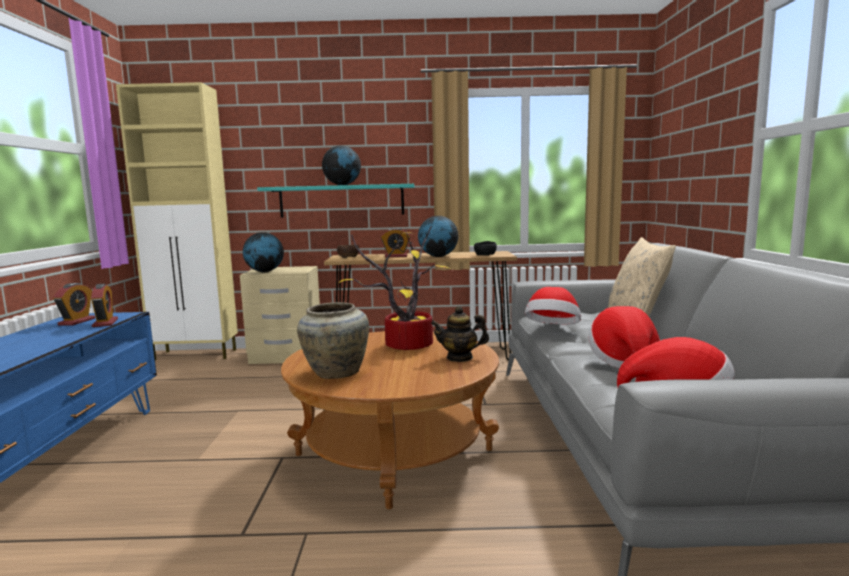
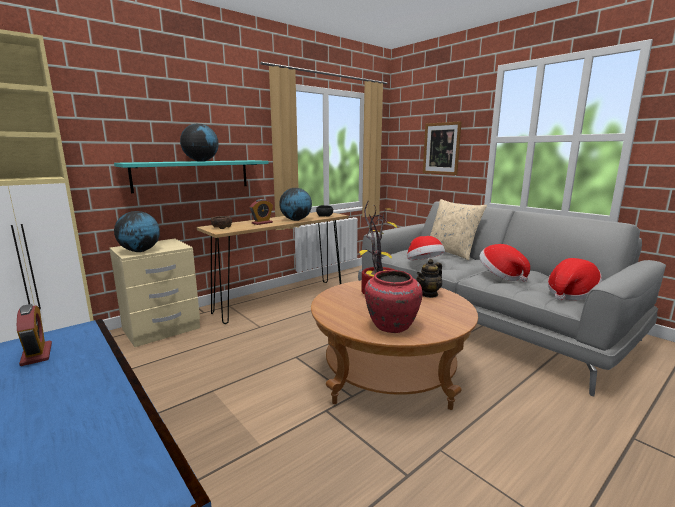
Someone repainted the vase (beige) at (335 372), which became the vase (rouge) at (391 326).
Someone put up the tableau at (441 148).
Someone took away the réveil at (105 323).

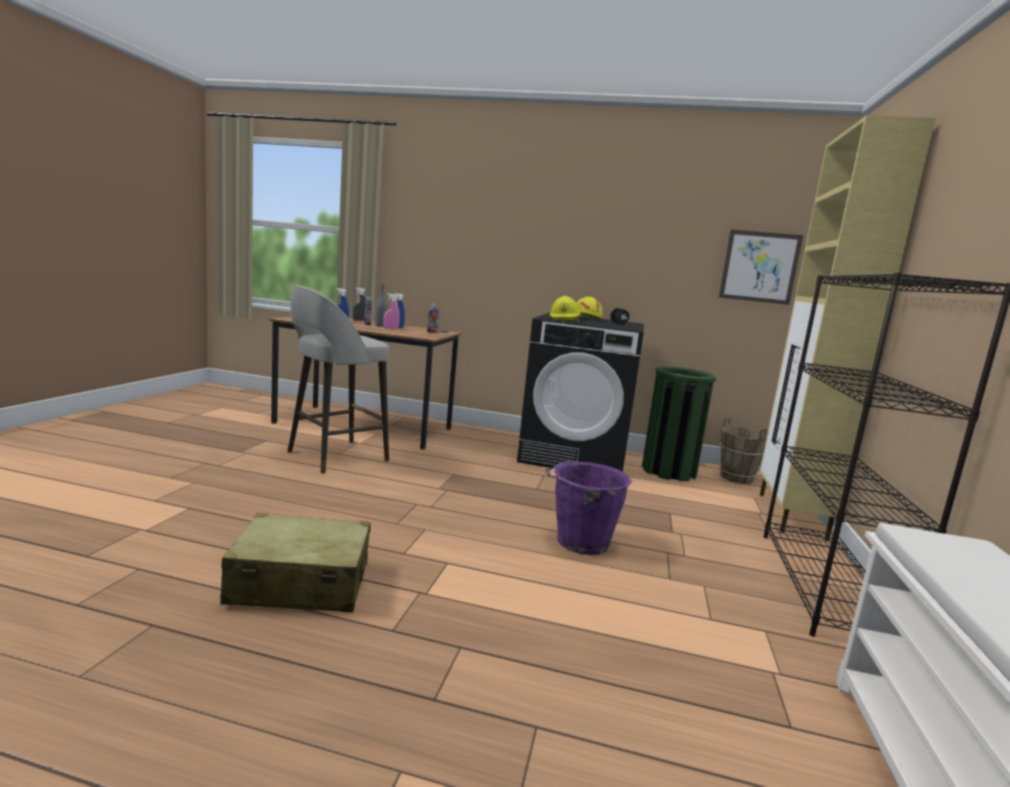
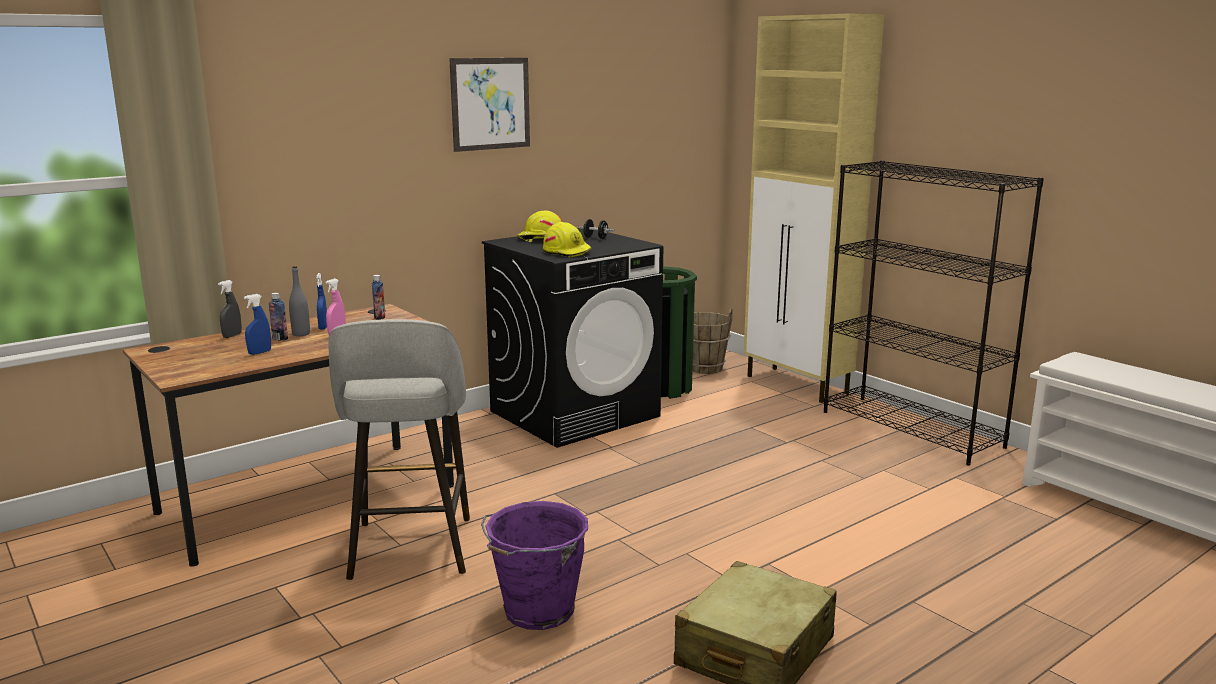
Someone carried the tableau from (759 267) to (490 104).
Someone carried the seau (violet) from (580 542) to (537 612).

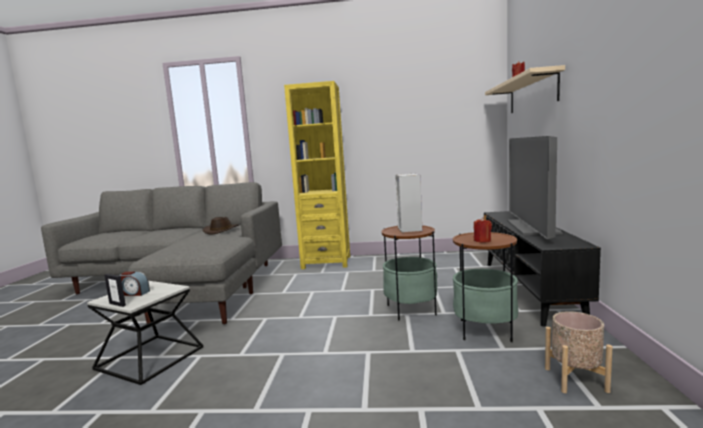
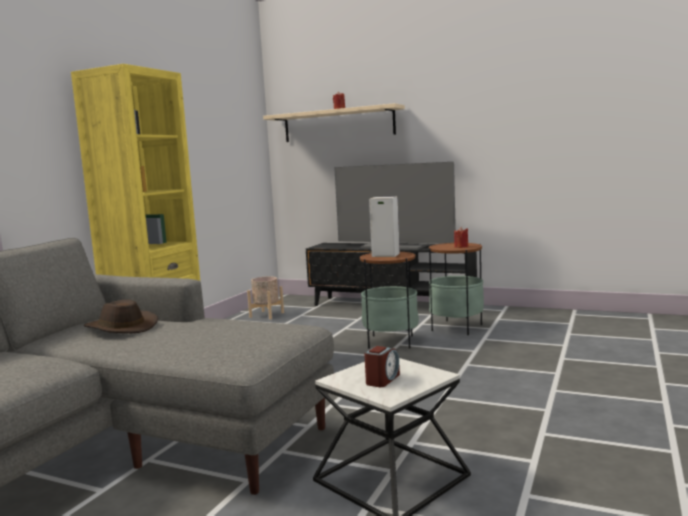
Someone carried the cache-pot (beige) from (575 379) to (266 315).
Someone took away the cadre photo at (117 304).

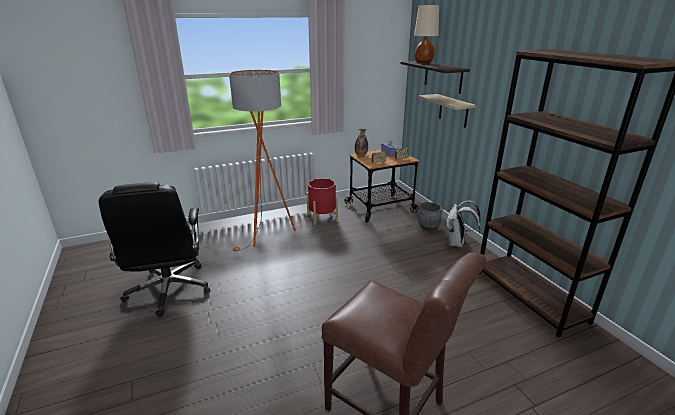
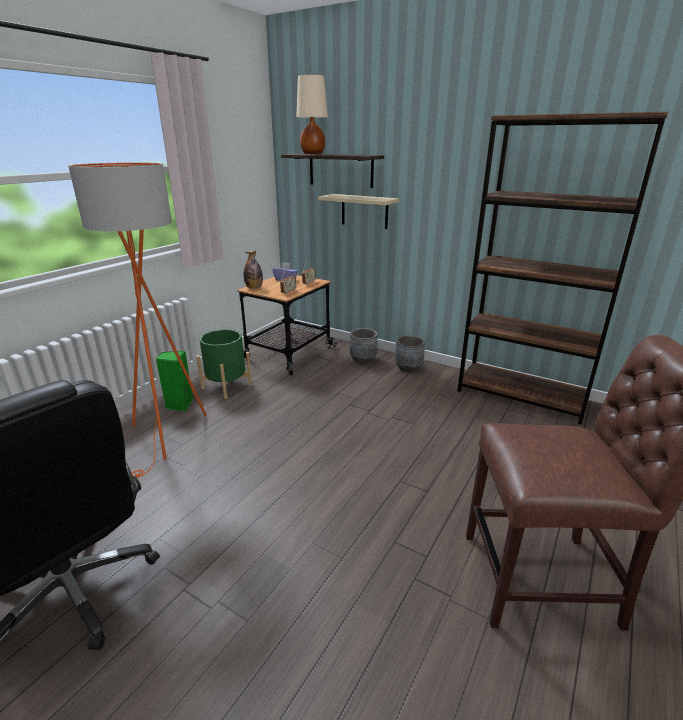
Someone put down the enceinte (vert) at (179 405).
Someone repainted the cache-pot (rouge) at (322 217), which became the cache-pot (vert) at (227 386).
Someone swapped the sac à dos (blanc) at (457 243) for the cache-pot (gris) at (408 367).

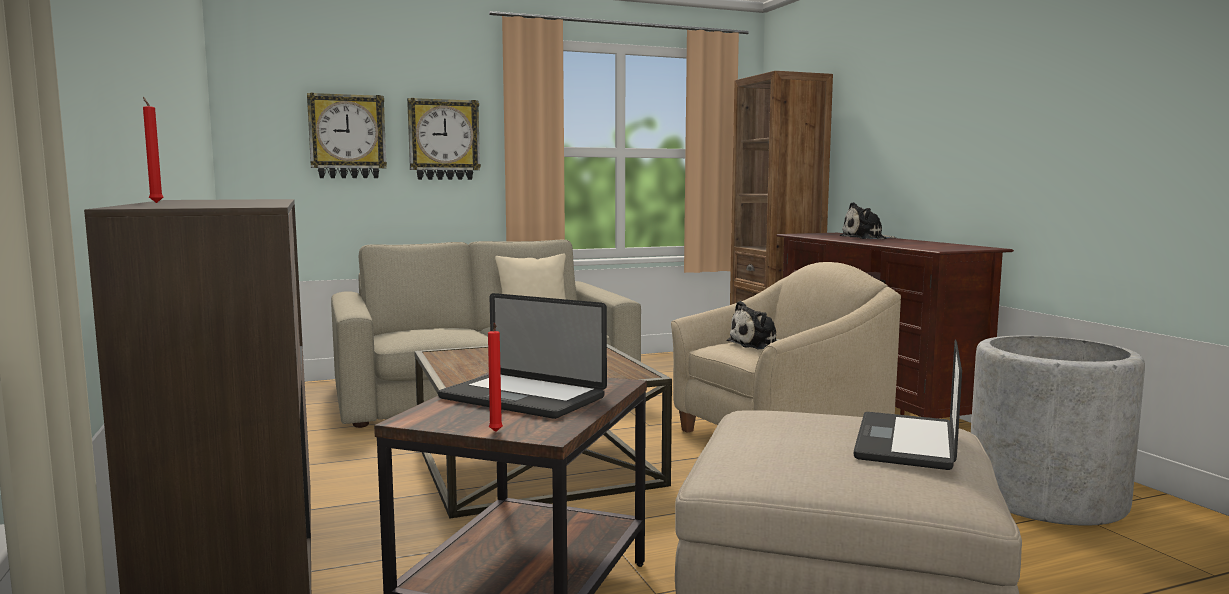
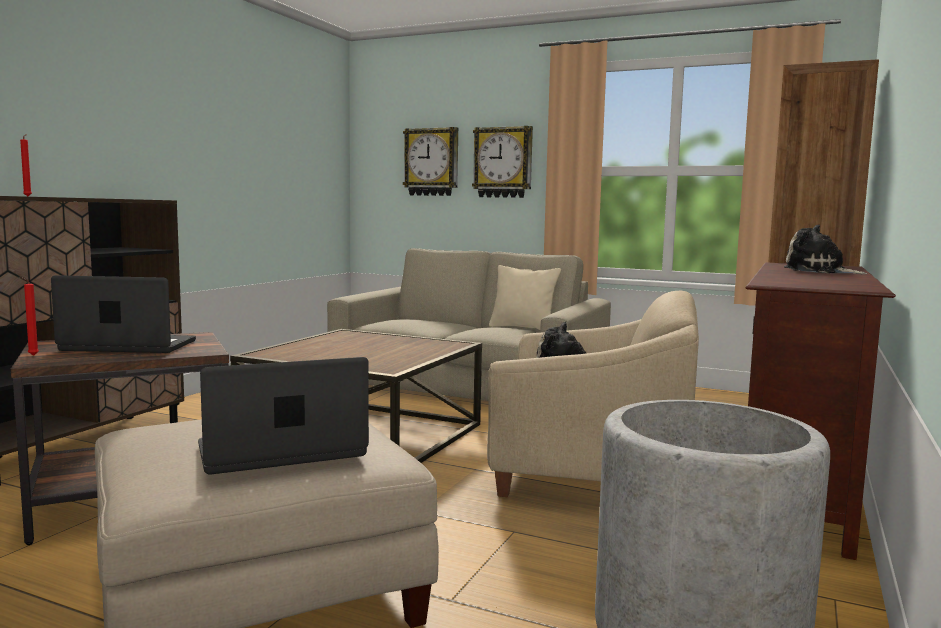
Someone rotated the ordinateur portable at (522 398) by 105 degrees clockwise.

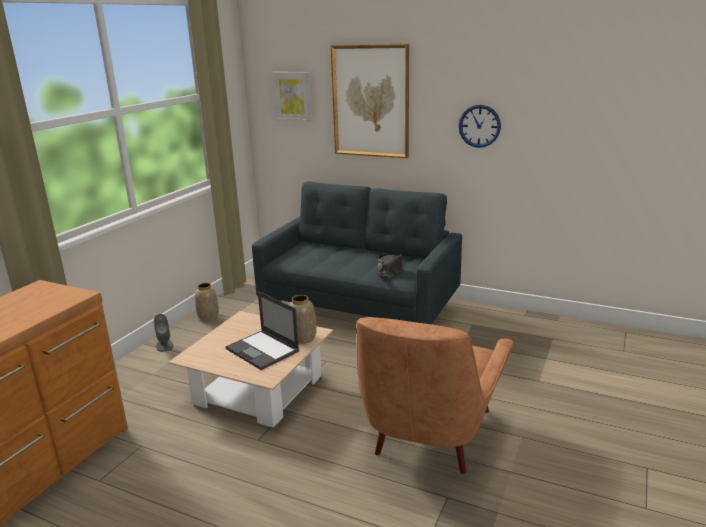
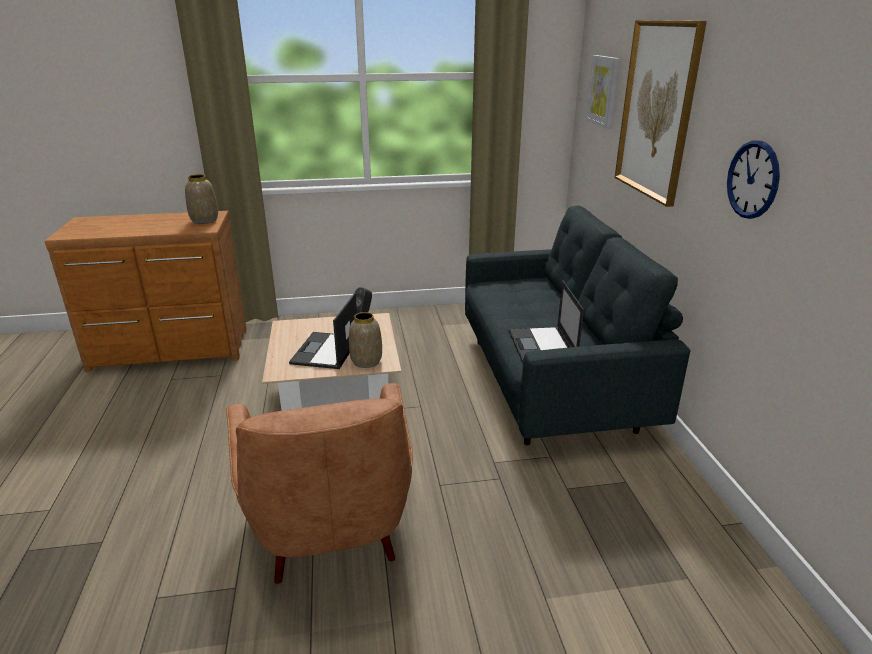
Someone carried the vase from (208 316) to (205 220).
Someone rotated the fauteuil (marron) at (428 439) by 90 degrees counterclockwise.
Someone swapped the chapeau (noir) at (390 270) for the ordinateur portable at (542 346).

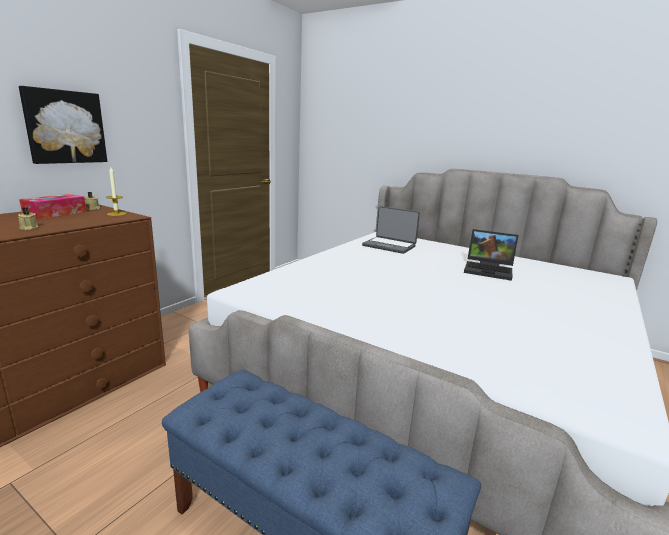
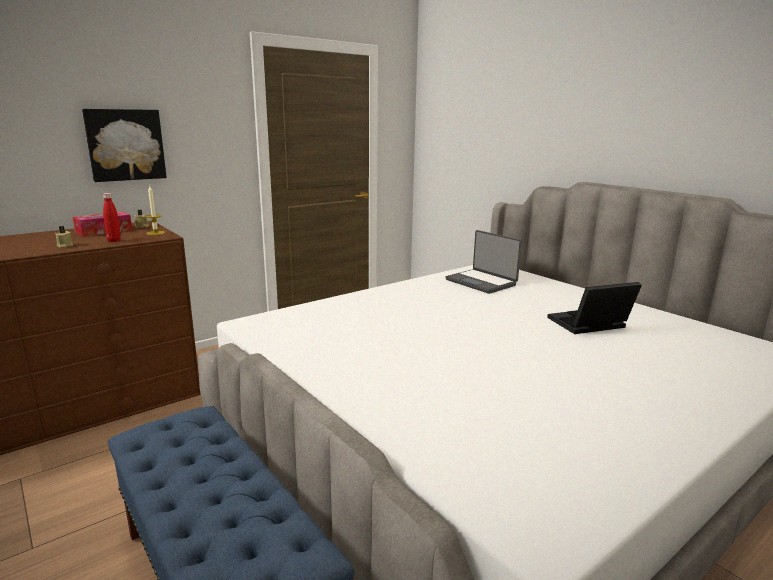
Someone put down the bouteille (rouge) at (114 241).
Someone rotated the ordinateur portable at (489 270) by 120 degrees clockwise.

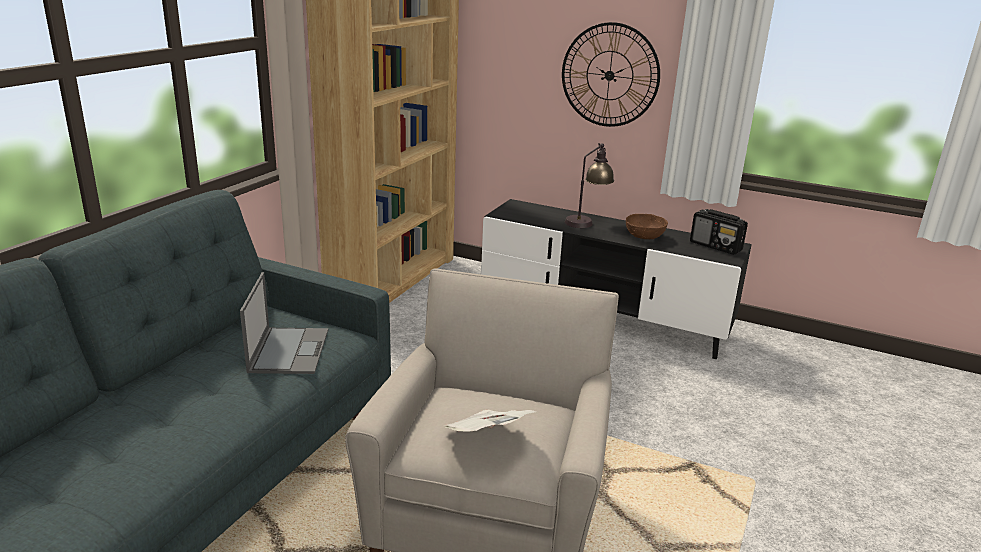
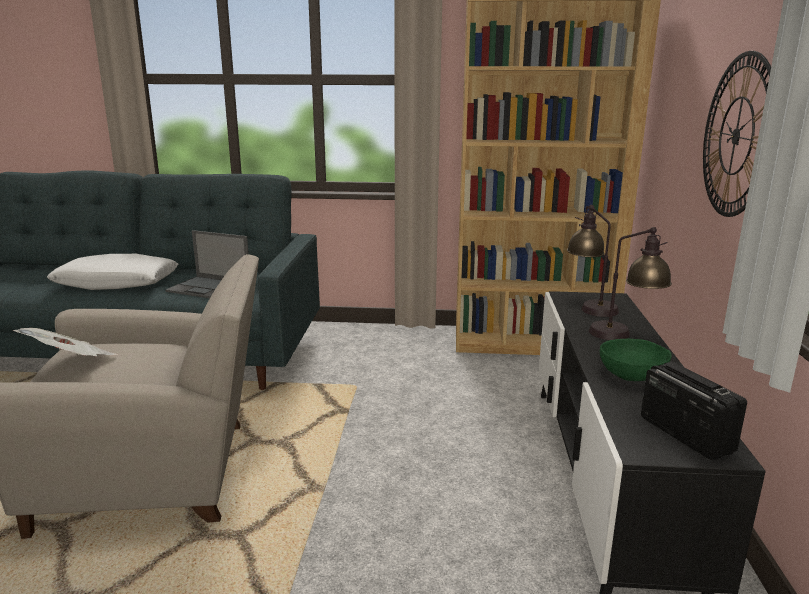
Someone put down the coussin (blanc) at (117 283).
Someone rotated the ordinateur portable at (289 350) by 45 degrees clockwise.
Someone put down the lampe de table at (589 306).
Someone repainted the bol (marron) at (644 236), which became the bol (vert) at (632 375).
Someone rotated the radio at (716 246) by 135 degrees clockwise.

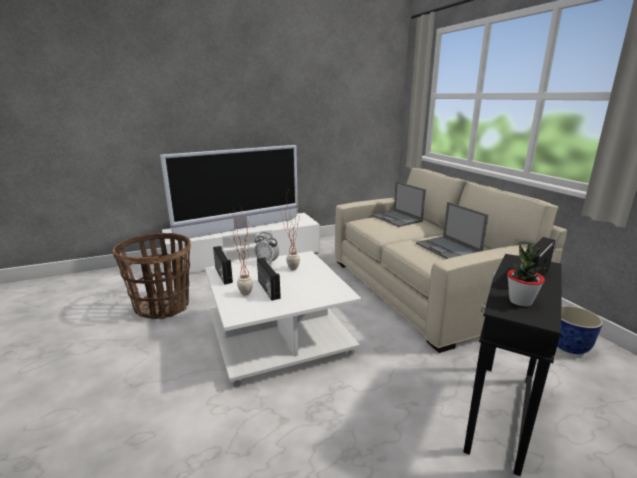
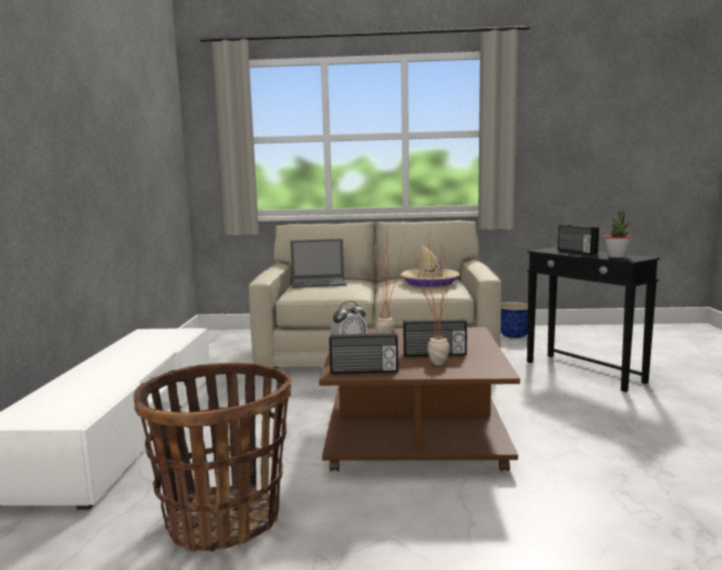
Someone repainted the table basse (blanc) at (281 337), which became the table basse (marron) at (416 432).
Someone swapped the ordinateur portable at (448 249) for the chapeau (beige) at (430 282).
Someone took away the téléviseur at (240 229).

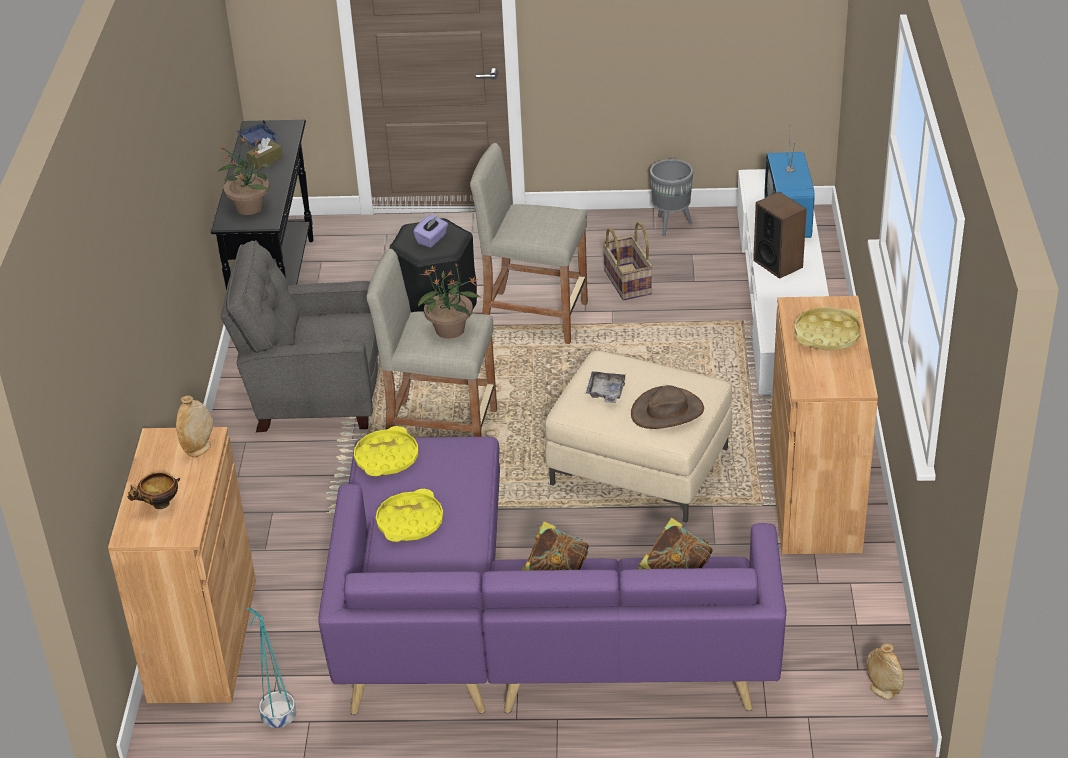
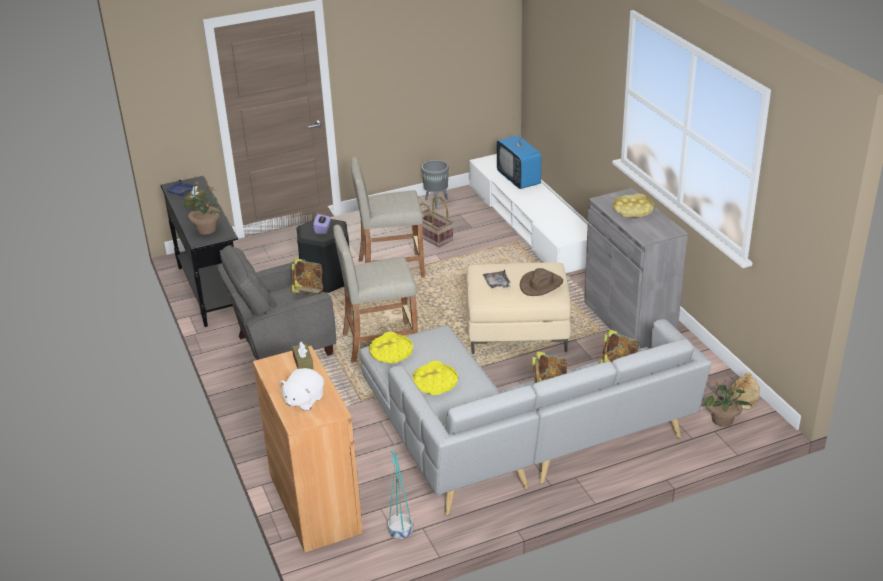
Someone swapped the bol at (159 505) for the peluche (blanc) at (303 400).
Someone put down the livre at (308 289).
Someone swapped the vase (beige) at (199 449) for the boîte à mouchoirs (marron) at (303 362).
Someone repainted the canapé (violet) at (512 637), which became the canapé (gris) at (513 442).
Someone repainted the meuble de rangement (marron) at (814 499), which became the meuble de rangement (gris) at (629 321).
Someone carried the plante en pot from (450 330) to (723 420).
Someone took away the enceinte at (778 263).

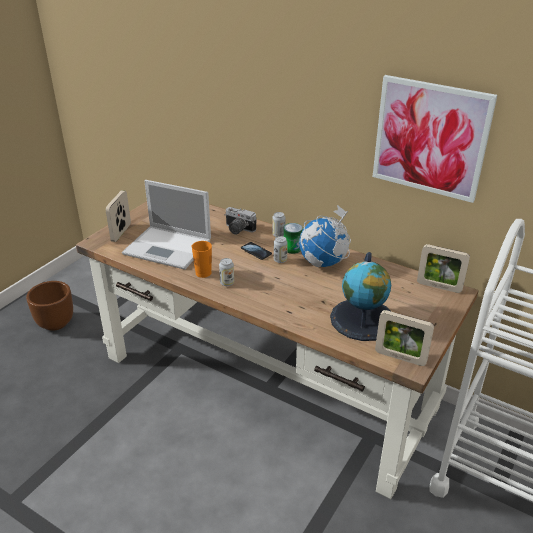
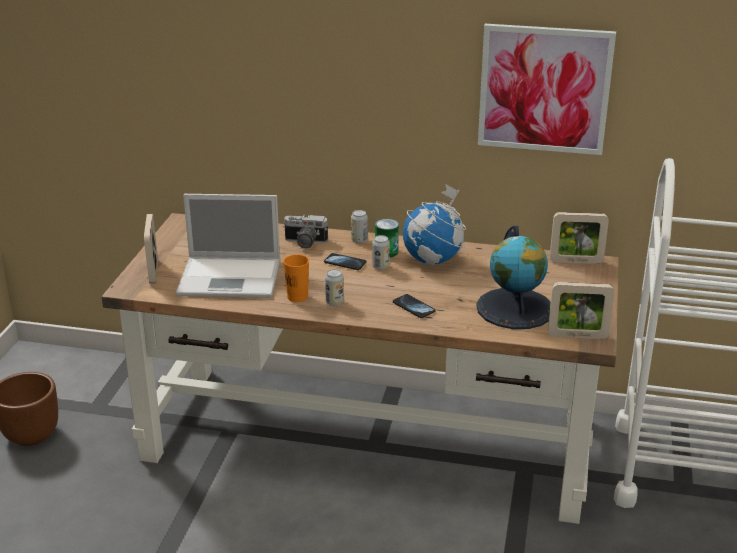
Someone put down the téléphone at (413 307).

